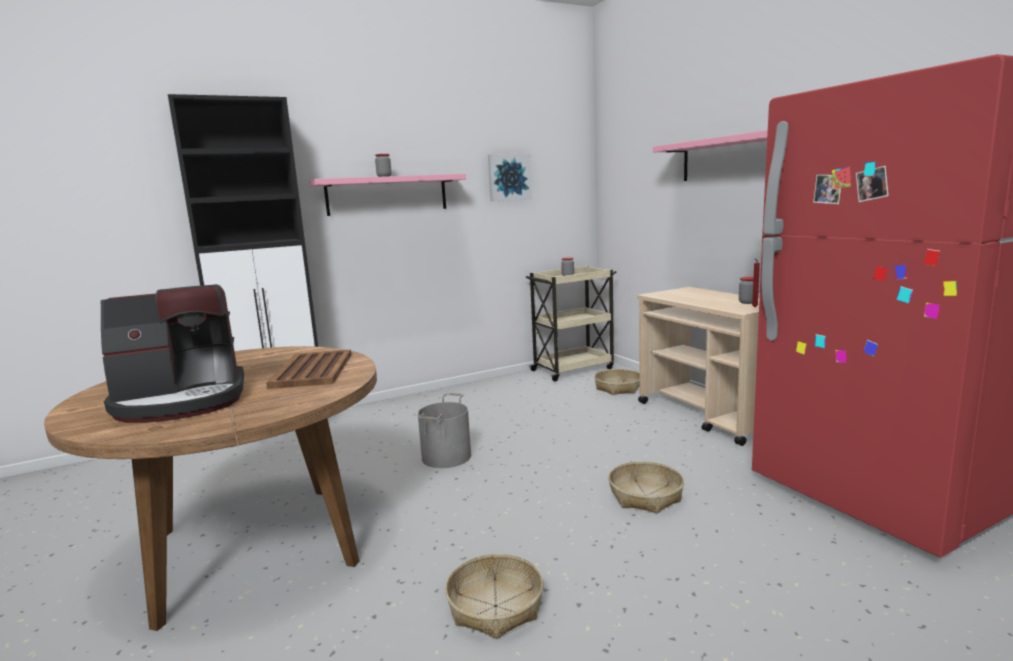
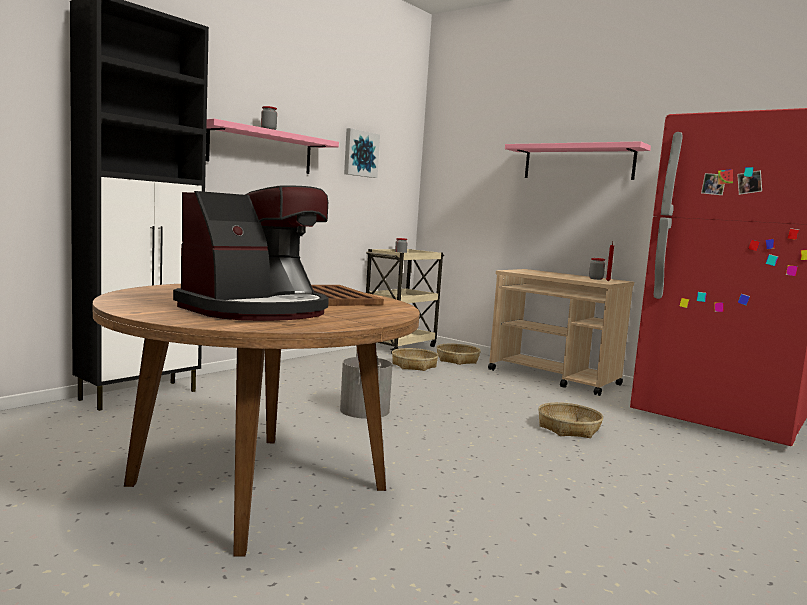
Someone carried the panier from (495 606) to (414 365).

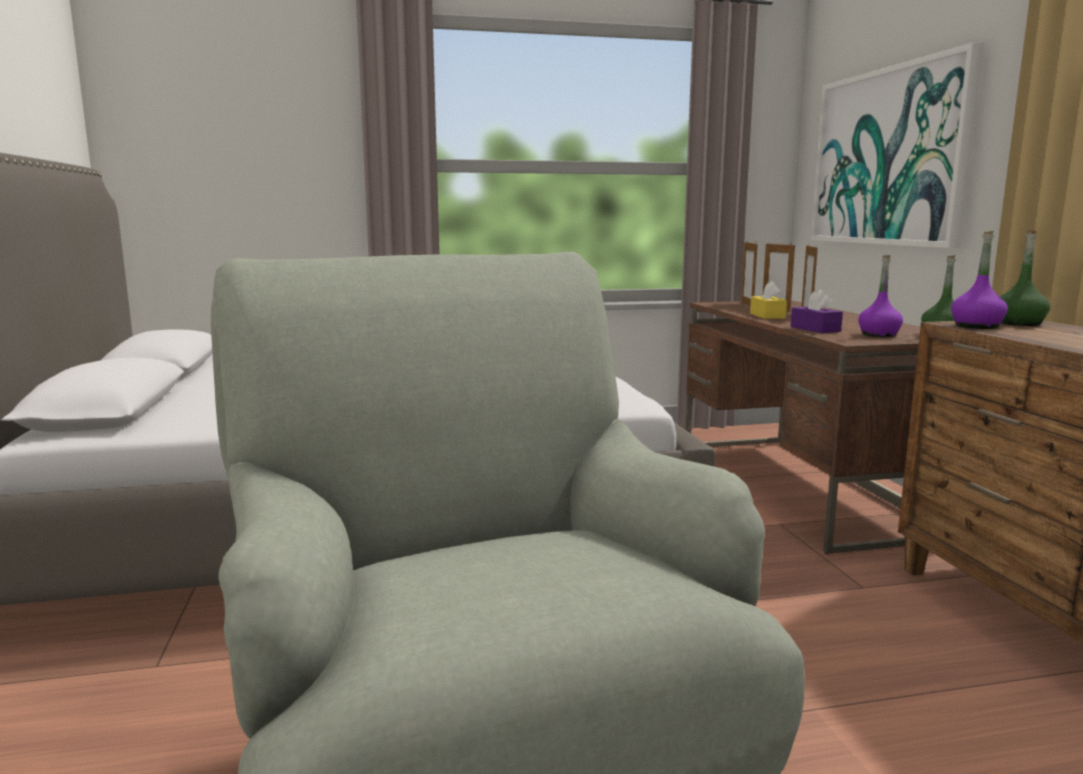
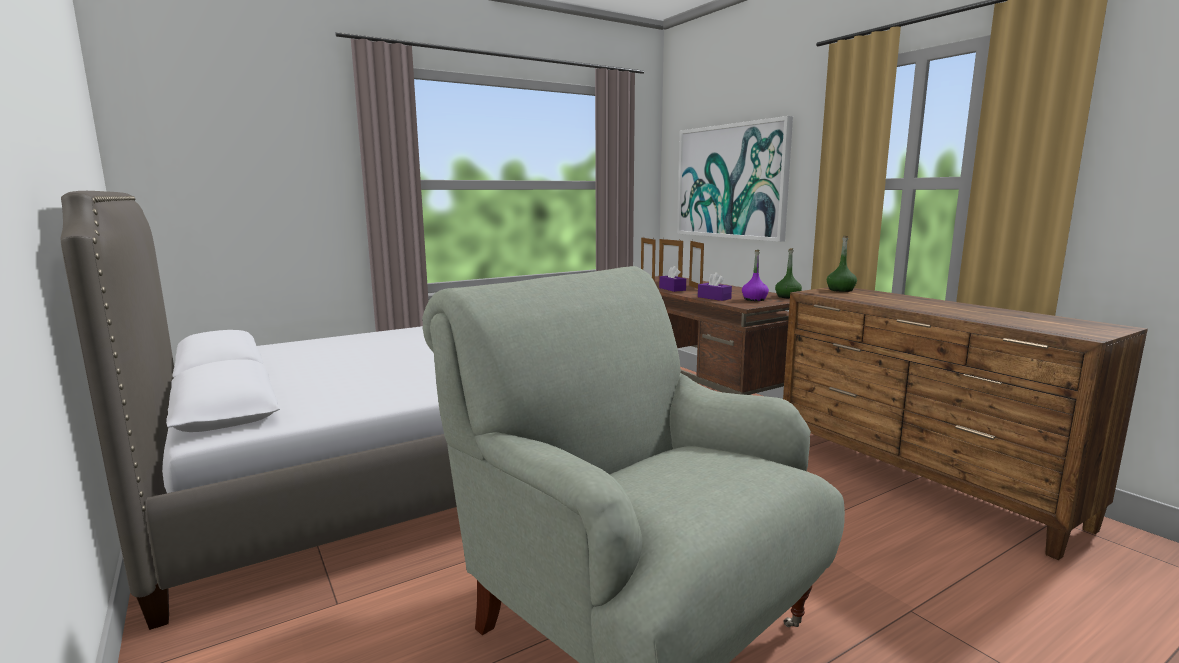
Someone repainted the boîte à mouchoirs (jaune) at (767 316), which became the boîte à mouchoirs (violet) at (672 289).
Someone took away the bouteille (violet) at (976 326).

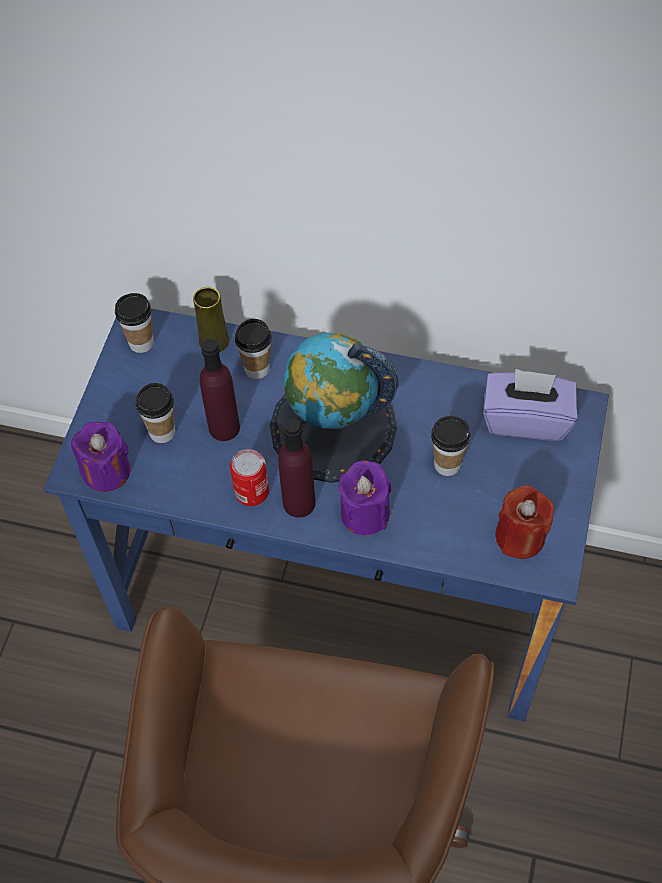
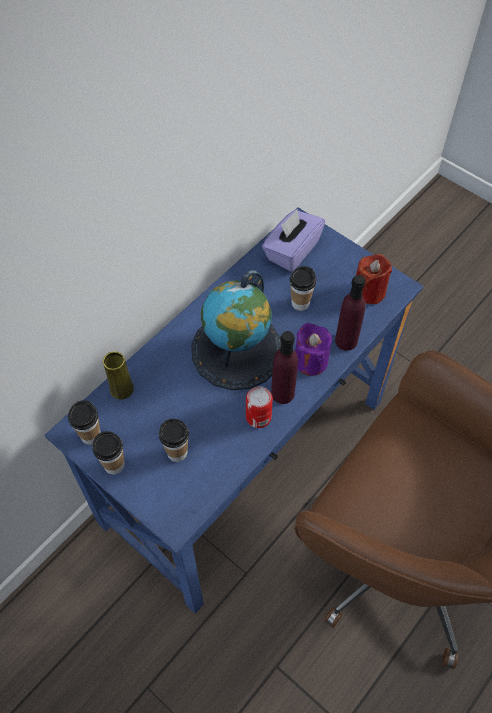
Someone carried the tasse from (257 369) to (114 465).
Someone carried the bouteille (violet) from (224 427) to (346 341).
Someone took away the bougie (violet) at (106 471).

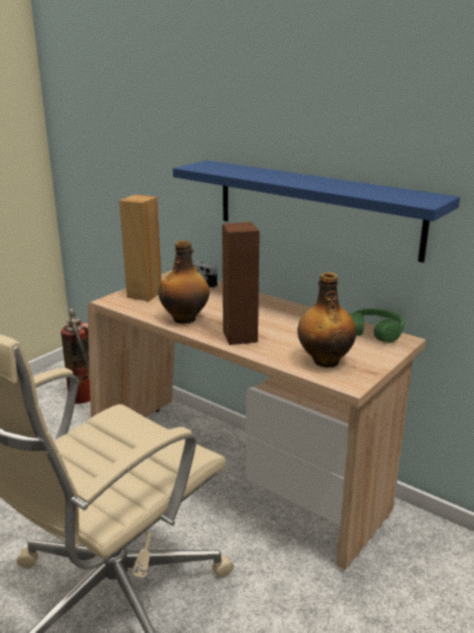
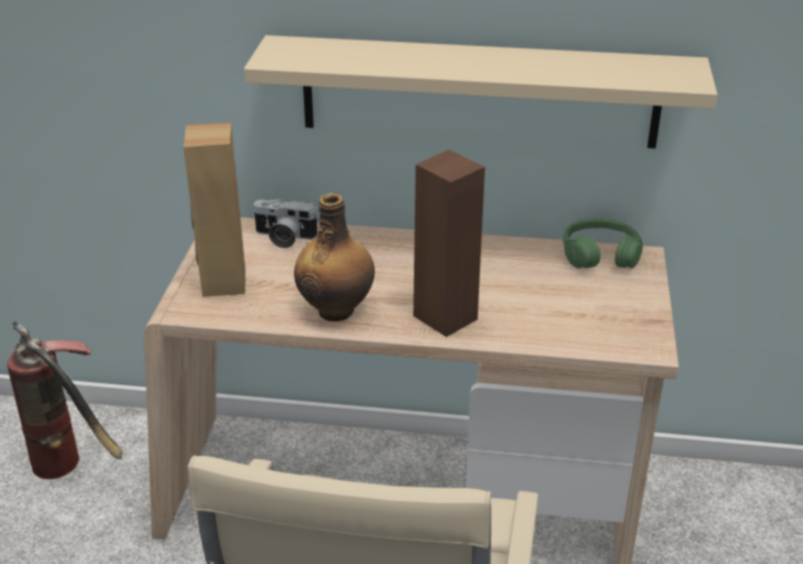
Someone repainted the étagère (bleu) at (315 208), which became the étagère (beige) at (479 92).
Someone took away the bouteille at (325 360).

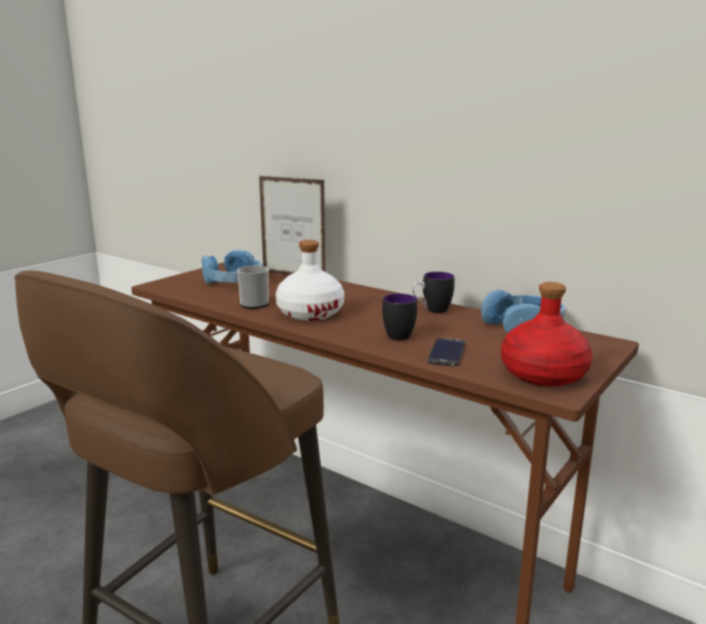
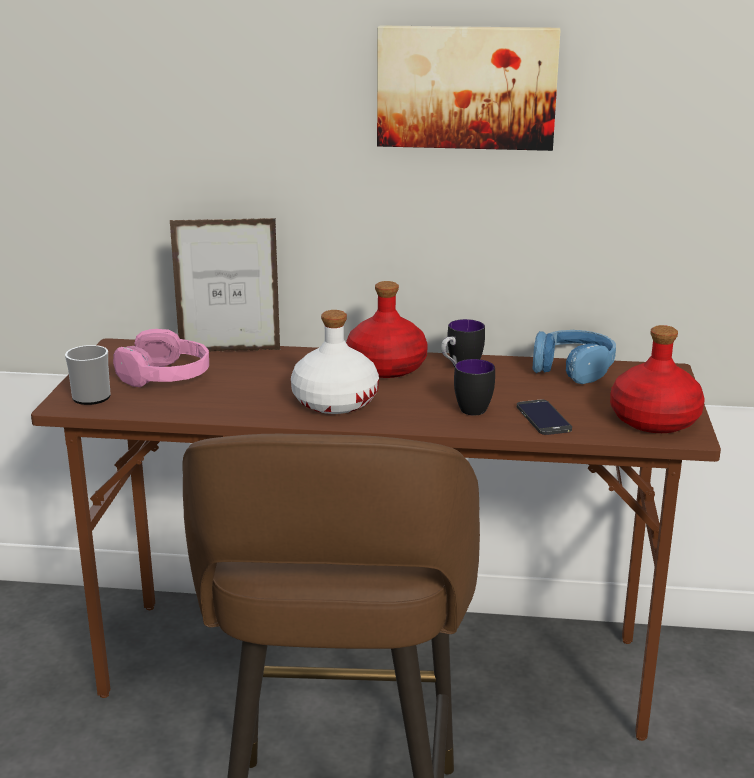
Someone carried the mug from (253 303) to (88 396).
Someone repainted the casque audio (bleu) at (233 282), which became the casque audio (rose) at (166 376).
Someone put down the bouteille (rouge) at (385 367).
Someone put up the tableau at (466 87).

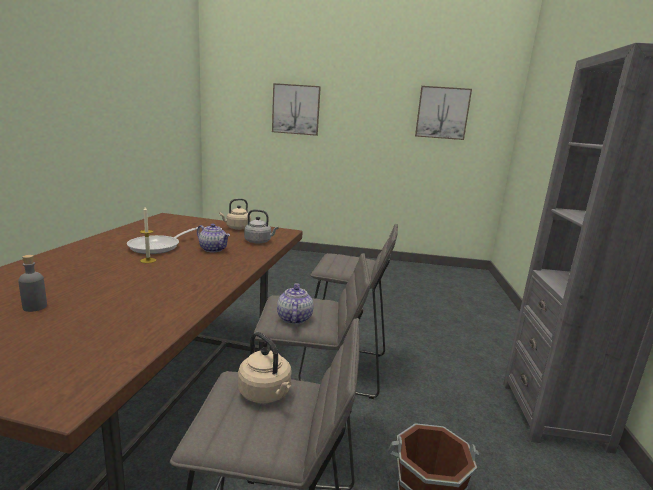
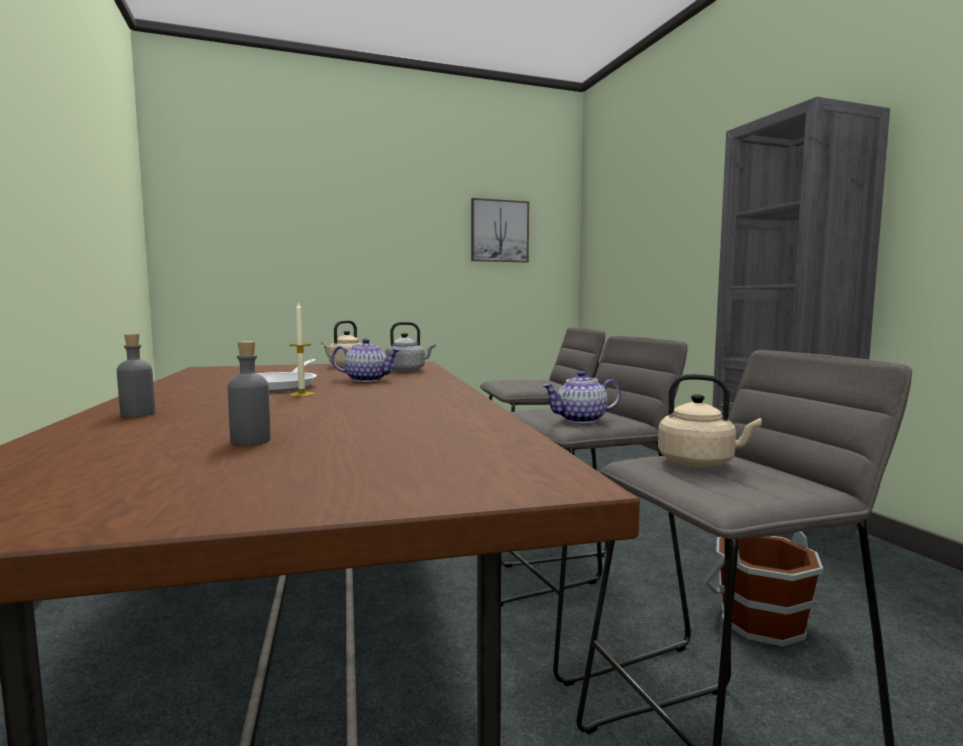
Someone put down the bouteille (gris) at (138 414).
Someone rotated the théière at (294 318) by 75 degrees counterclockwise.
Someone took away the tableau at (296 109).

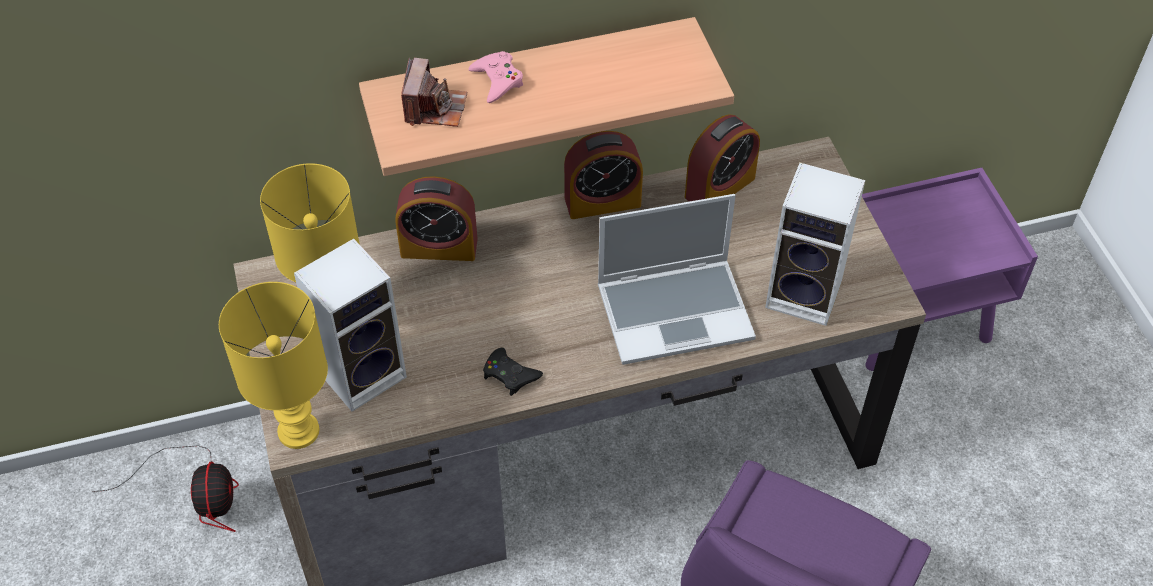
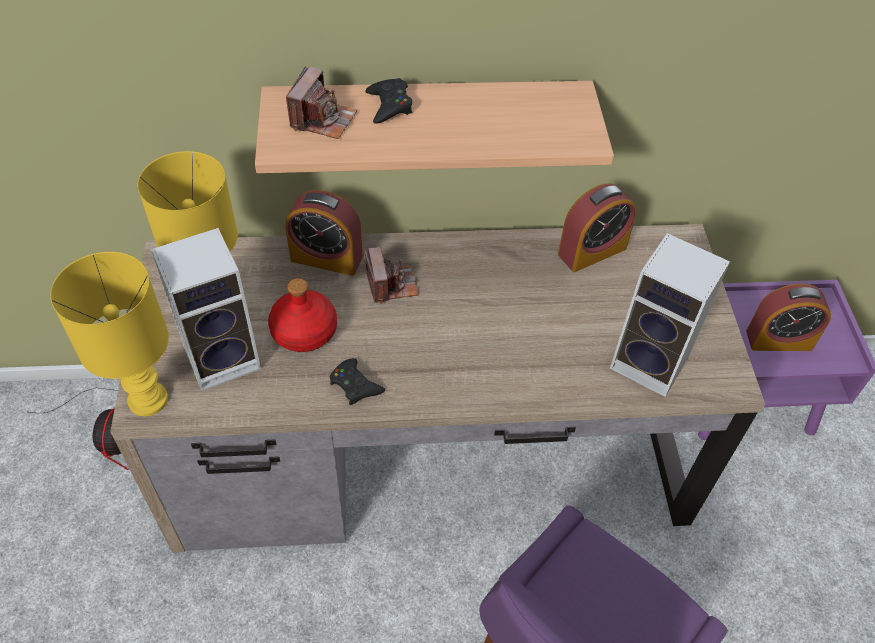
Someone put down the bouteille (rouge) at (303 331).
Someone put down the appareil photo at (391 284).
Someone repainted the manette (rose) at (497 81), which became the manette (noir) at (389 105).
Someone carried the réveil from (602 202) to (779 340).
Someone took away the ordinateur portable at (676 311).

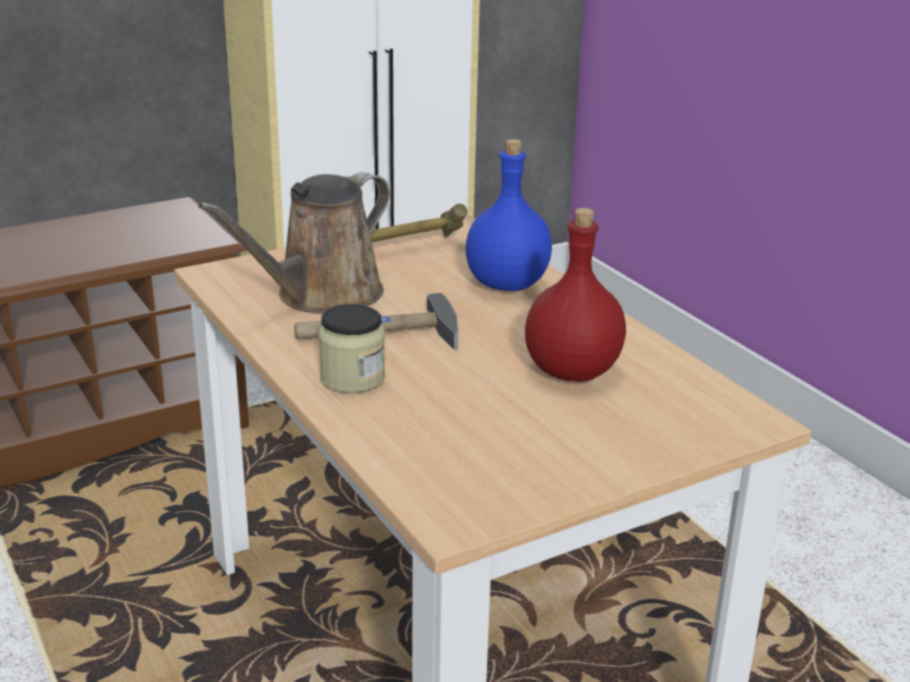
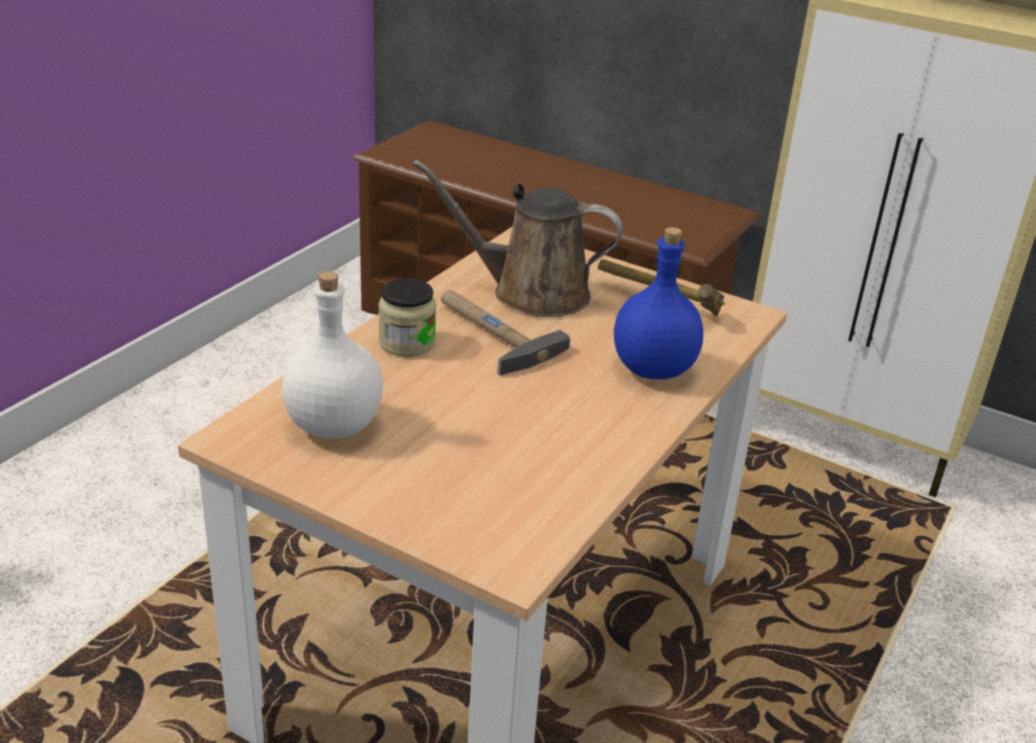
Someone put down the bouteille (blanc) at (332 425).
Someone took away the bouteille (rouge) at (573 371).

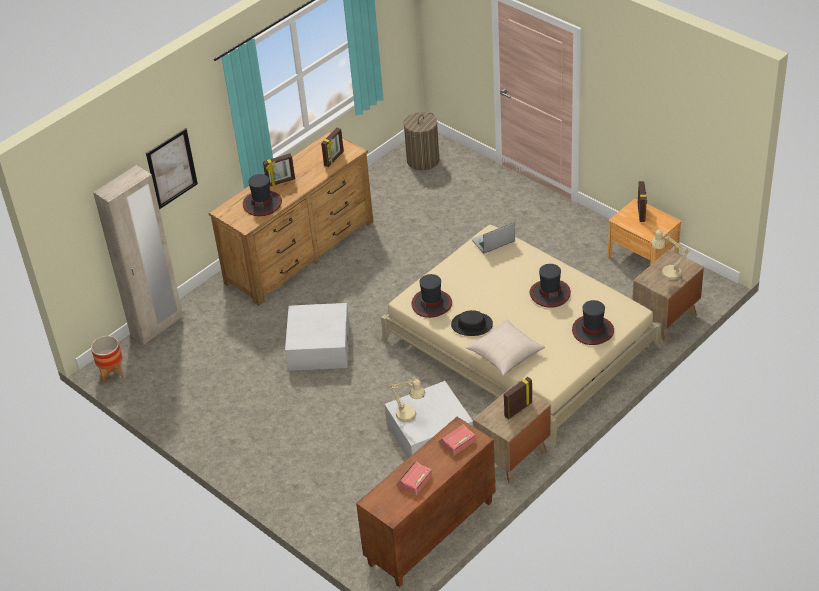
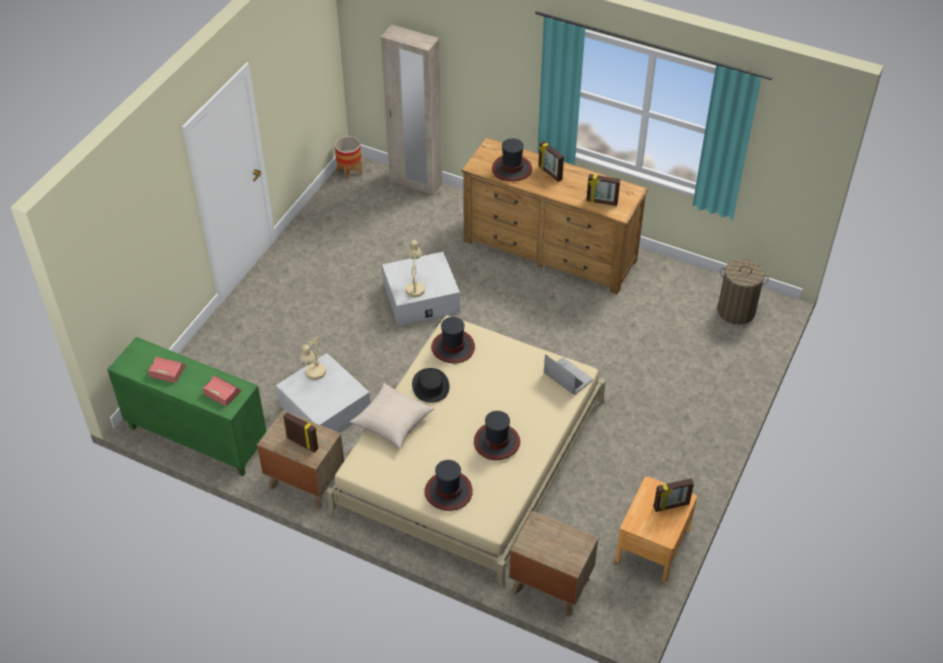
Someone repainted the meuble de rangement (marron) at (431 534), which became the meuble de rangement (vert) at (196 437).
Someone carried the lampe de table (beige) from (666 273) to (415 287).
Someone took away the tableau at (171 168).

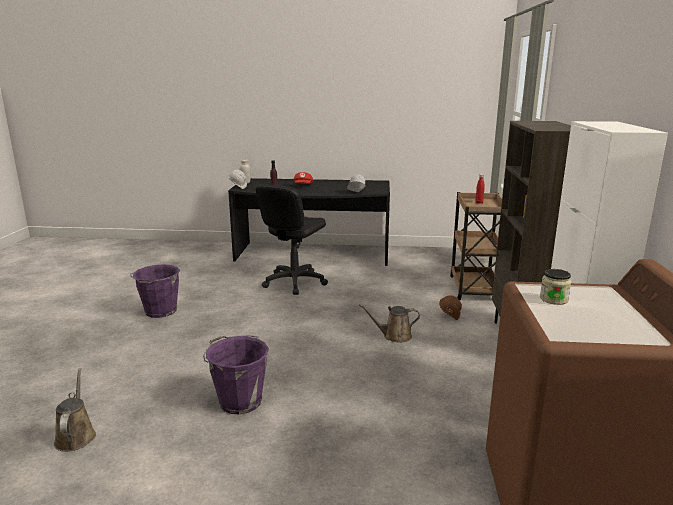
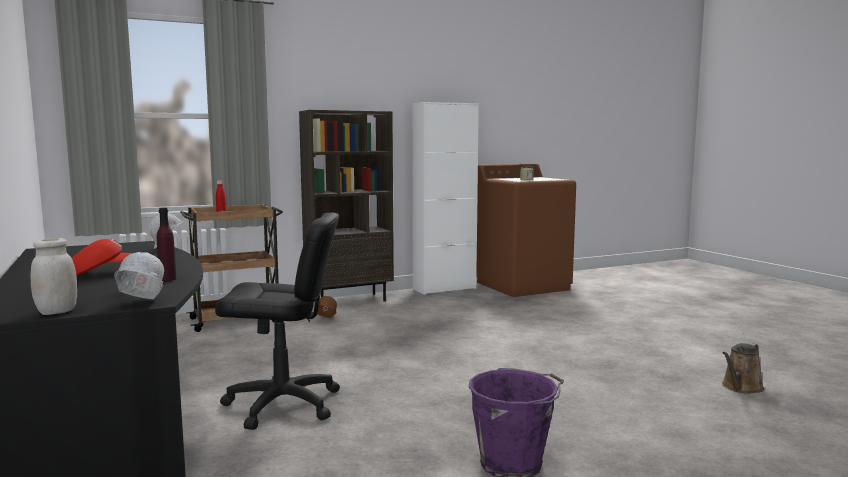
Someone took away the seau (violet) at (239 401).
Someone took away the arrosoir (marron) at (394 336).

